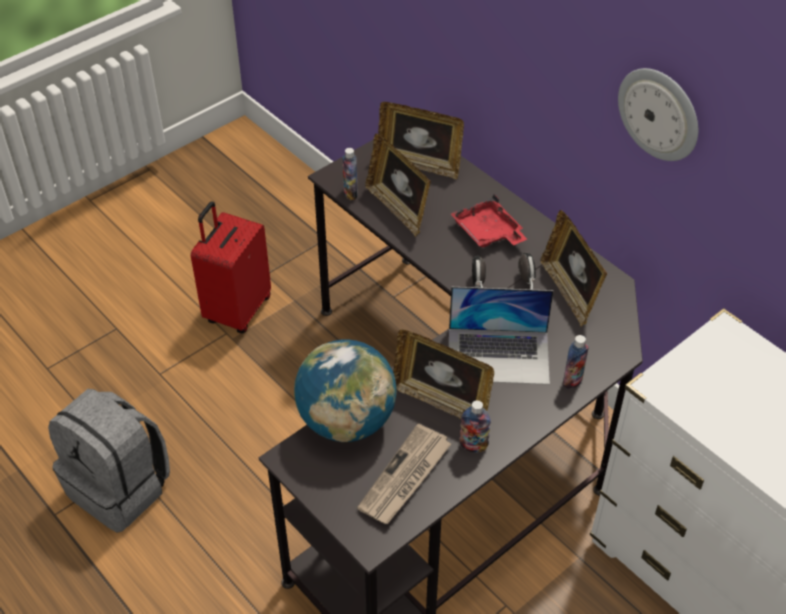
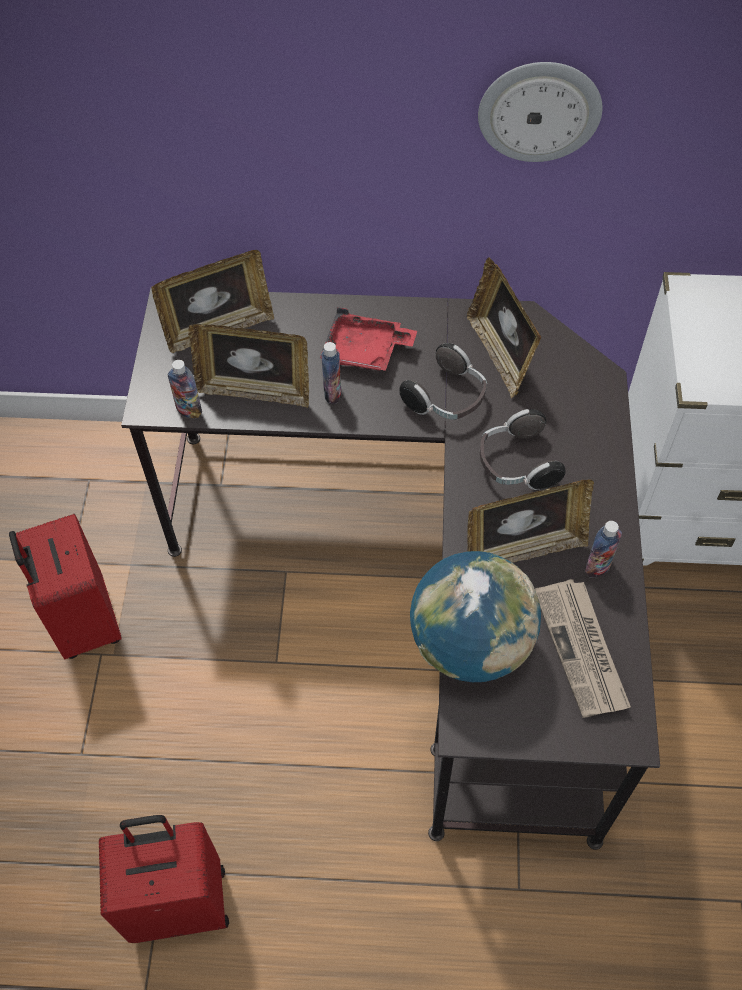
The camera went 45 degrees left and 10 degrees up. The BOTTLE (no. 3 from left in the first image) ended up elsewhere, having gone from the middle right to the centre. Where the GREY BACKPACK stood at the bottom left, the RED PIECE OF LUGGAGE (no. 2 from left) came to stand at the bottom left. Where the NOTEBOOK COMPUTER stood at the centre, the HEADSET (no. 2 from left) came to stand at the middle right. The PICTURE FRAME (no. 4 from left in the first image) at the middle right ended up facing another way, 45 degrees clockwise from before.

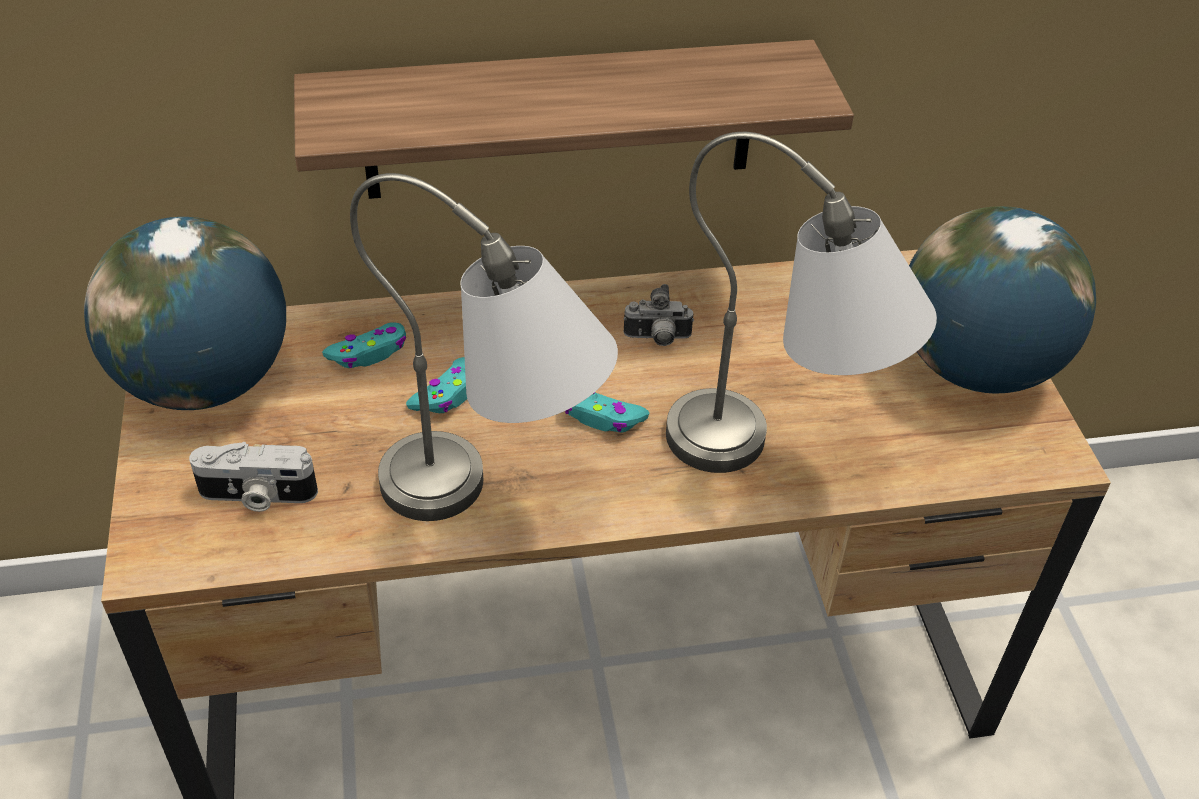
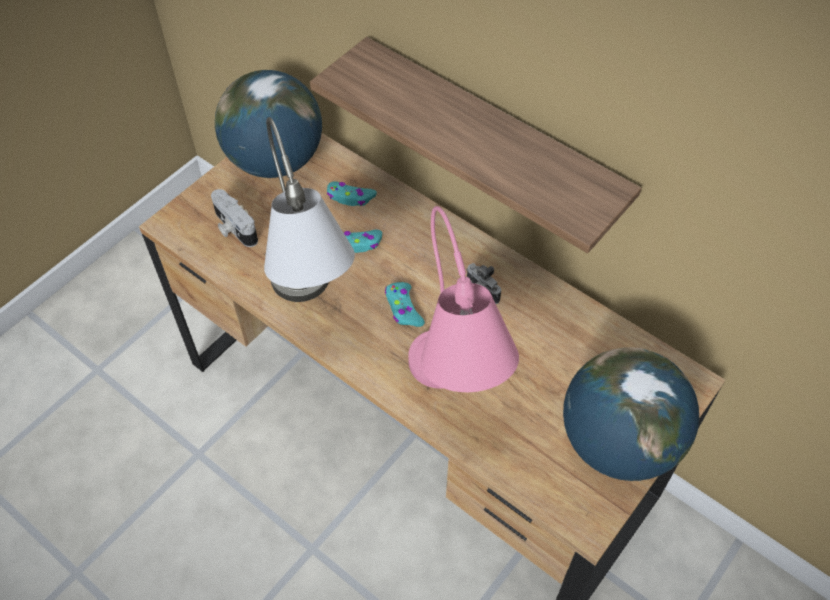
The camera went 50 degrees right and 10 degrees up. What was the GREY TABLETOP LAMP (no. 2 from left) at the middle right turned into the PINK TABLETOP LAMP at the centre.

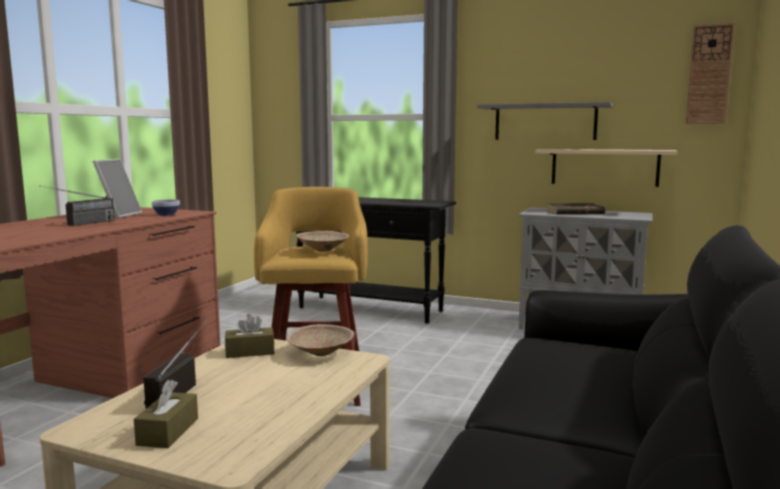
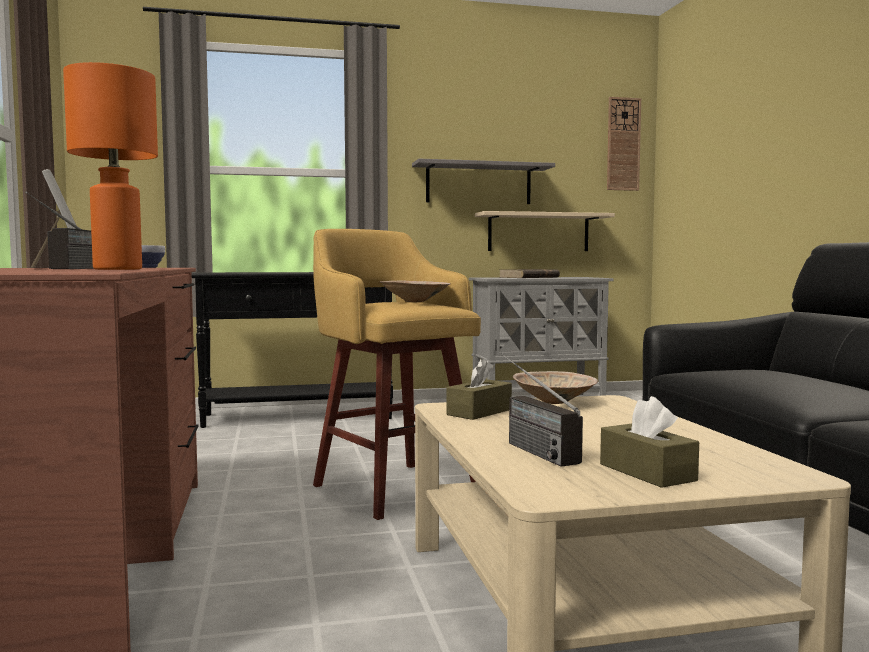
The camera went 35 degrees left and 5 degrees down. The second view gained the ORANGEY TABLETOP LAMP at the top left.

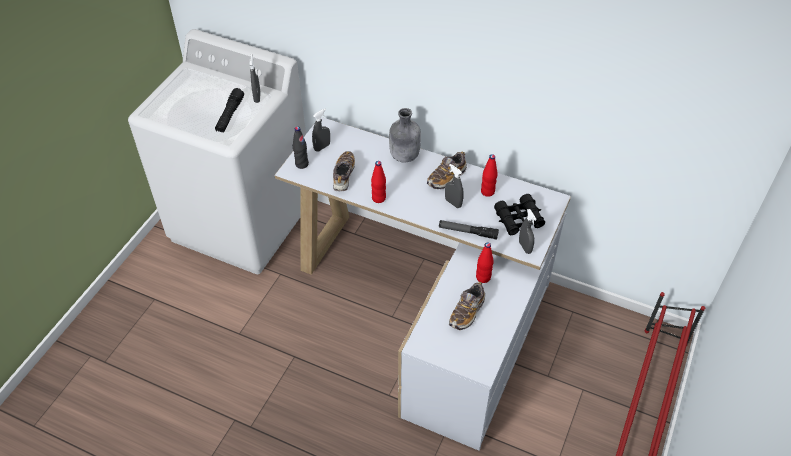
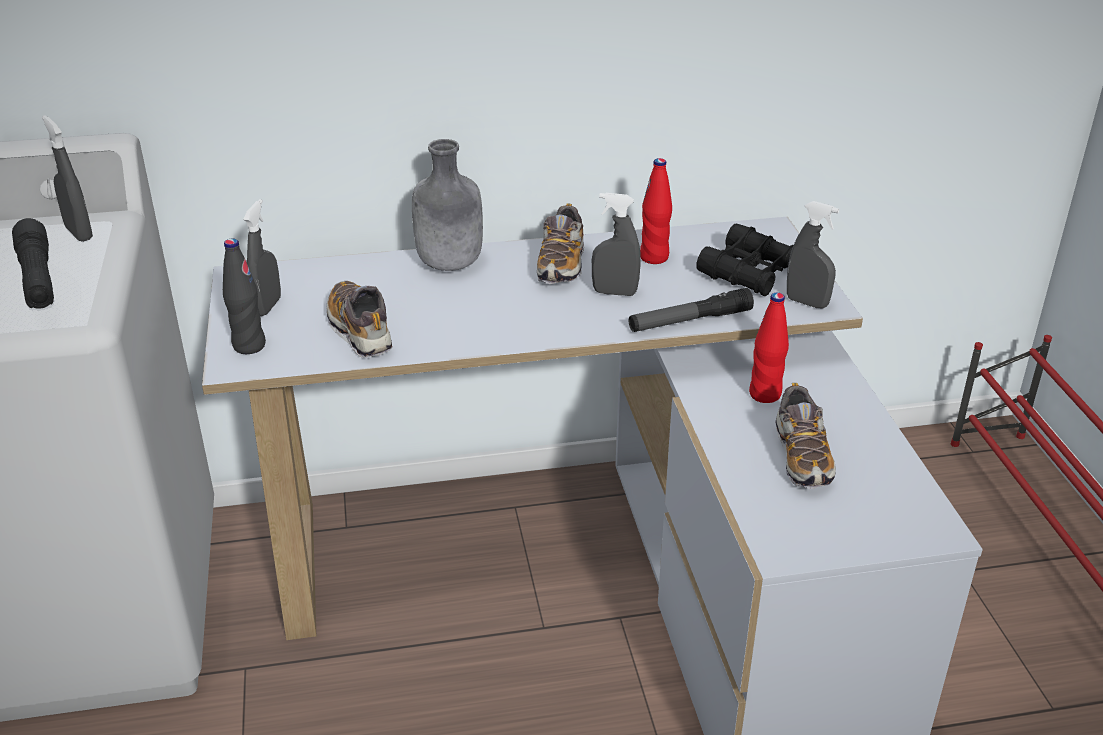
The camera went 35 degrees left and 15 degrees down. The second view lost the RED BOTTLE (no. 1 from left) at the centre.

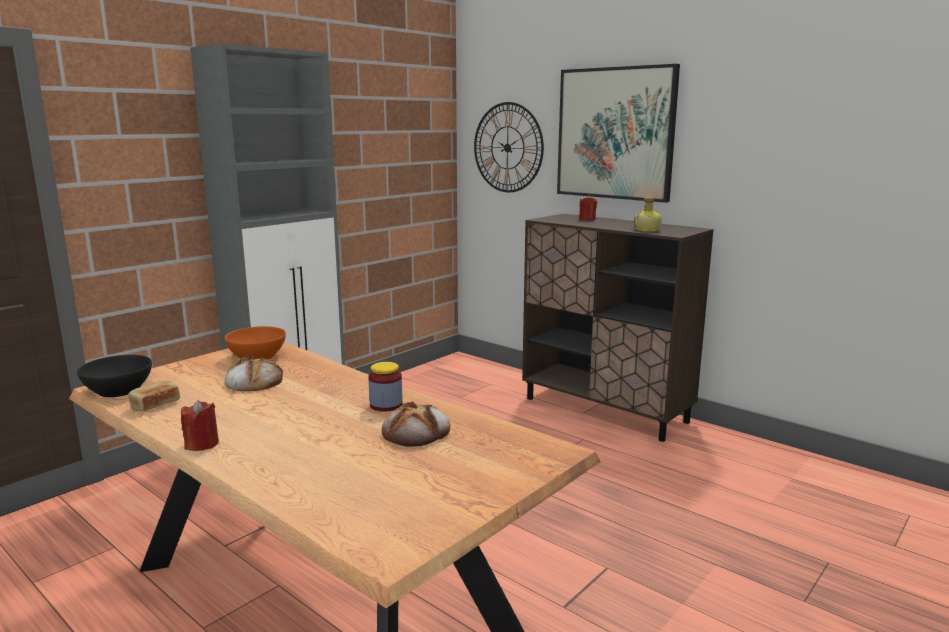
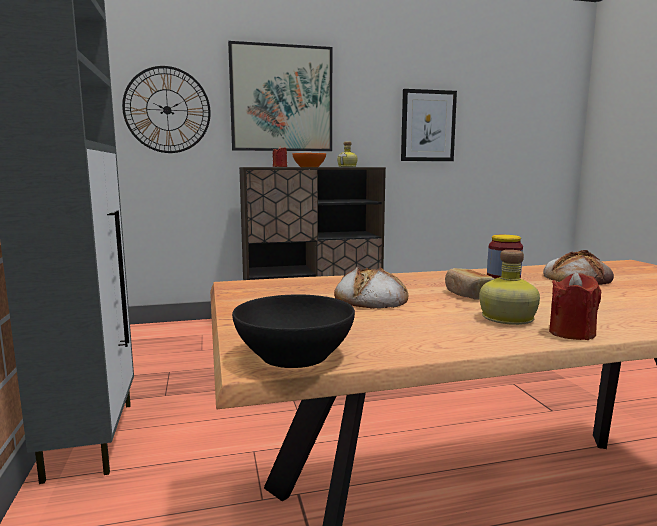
The camera went 55 degrees left and 5 degrees down. The second view gained the WALL ART (no. 2 from left) at the top centre. The second view gained the BOTTLE (no. 2 from left) at the middle right. The BAKED BREAD (no. 1 from left in the first image) ended up elsewhere, having gone from the middle left to the middle right. The ORANGEY BOWL ended up elsewhere, having gone from the middle left to the top centre.

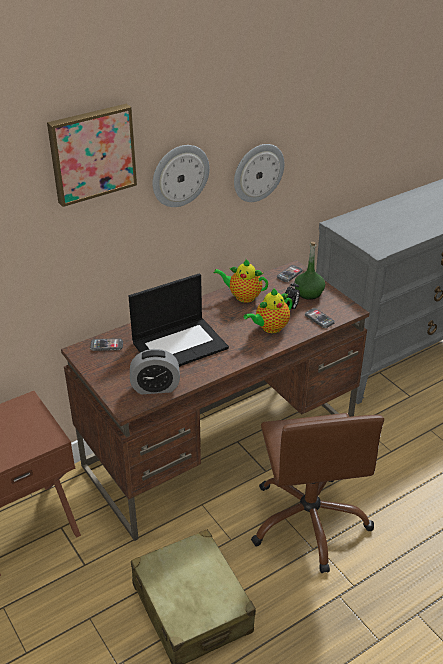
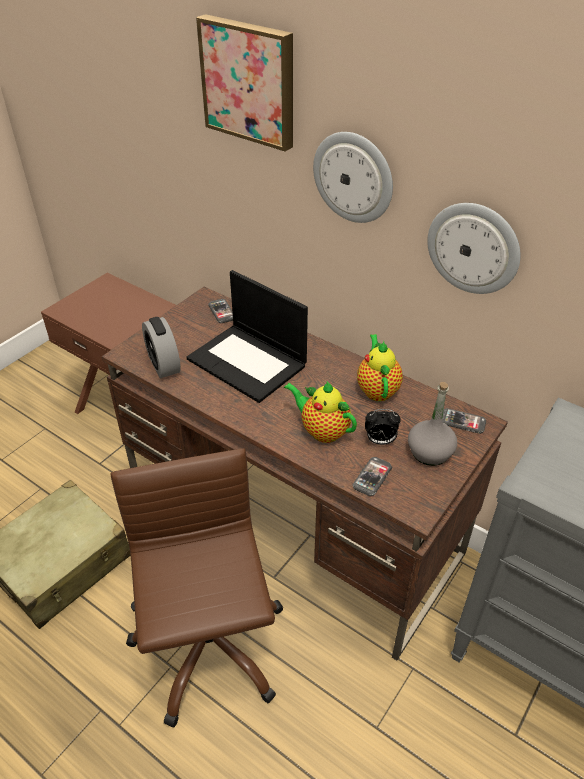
The camera went 70 degrees right and 5 degrees up. What was the GREENISH BOTTLE at the middle right turned into the GREY BOTTLE at the middle right. The BROWN-COLOURED COMPUTER CHAIR at the bottom right ended up facing another way, 105 degrees clockwise from before.

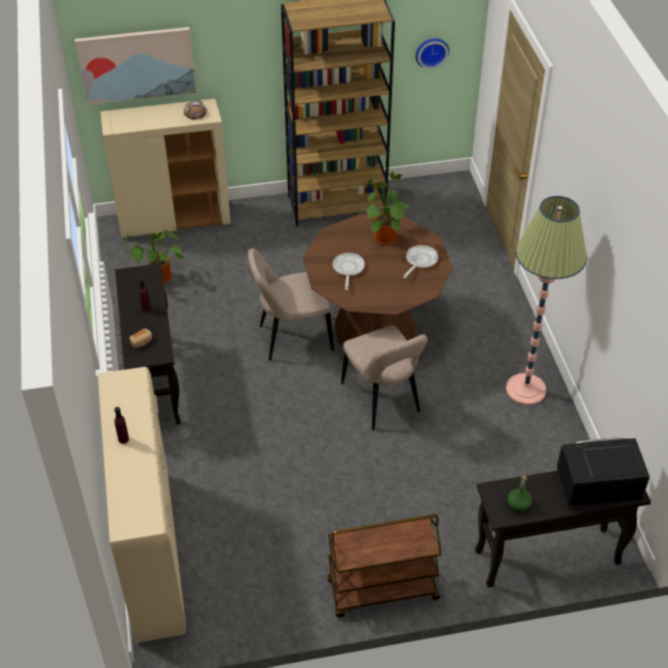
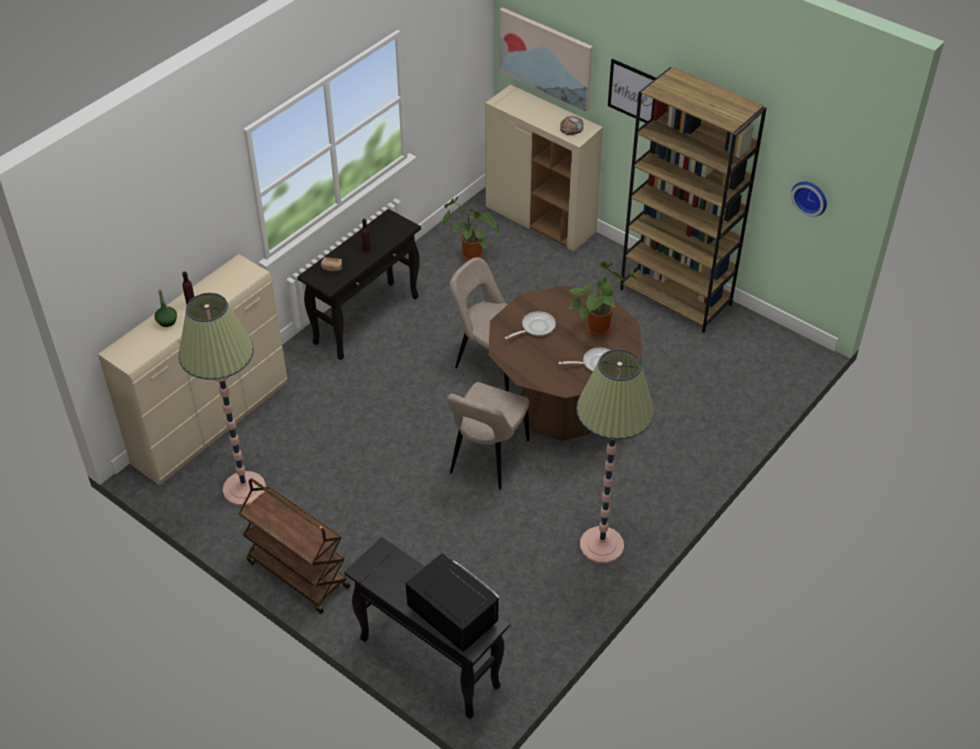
The camera went 50 degrees right and 0 degrees up. The second view gained the STANDARD LAMP (no. 1 from left) at the middle left. The second view gained the WALL ART (no. 2 from left) at the top centre. The GREENISH BOTTLE ended up elsewhere, having gone from the bottom right to the middle left.

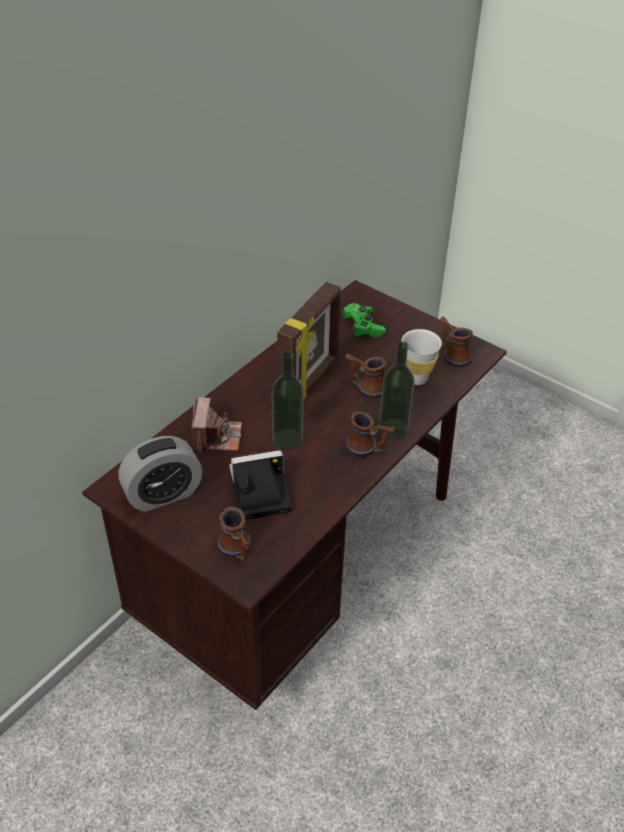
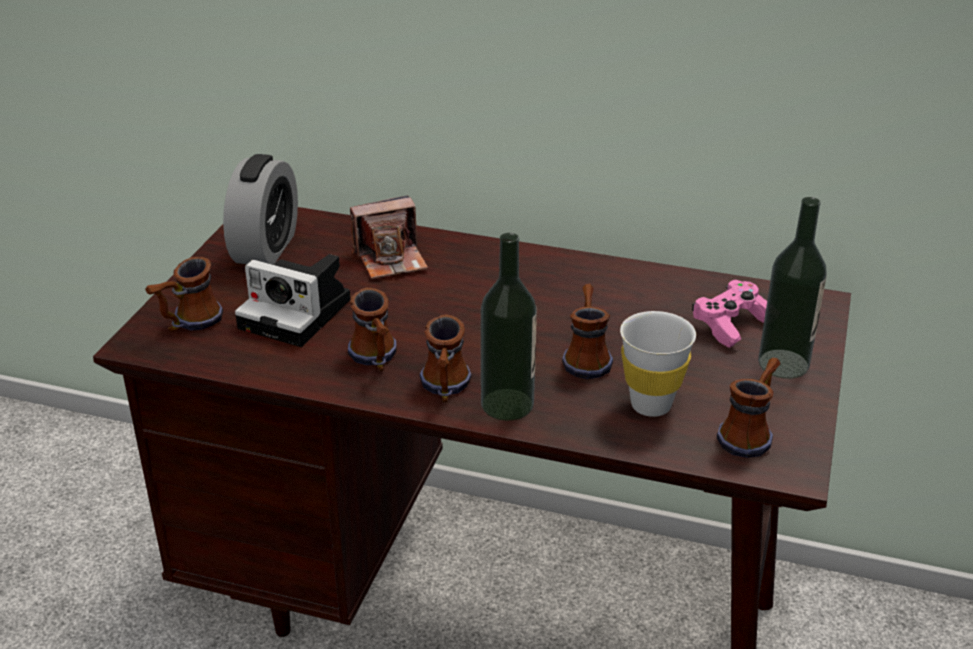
The camera went 70 degrees right and 10 degrees down. The second view lost the PICTURE FRAME at the centre. The second view gained the MUG (no. 2 from left) at the centre. The BOTTLE (no. 1 from left in the first image) ended up elsewhere, having gone from the centre to the middle right. What was the GREENISH JOYPAD at the centre turned into the PINK JOYPAD at the middle right. The ALARM CLOCK at the middle left ended up facing another way, 120 degrees counterclockwise from before. The STILL CAMERA (no. 2 from left in the first image) at the centre ended up facing another way, 150 degrees clockwise from before.

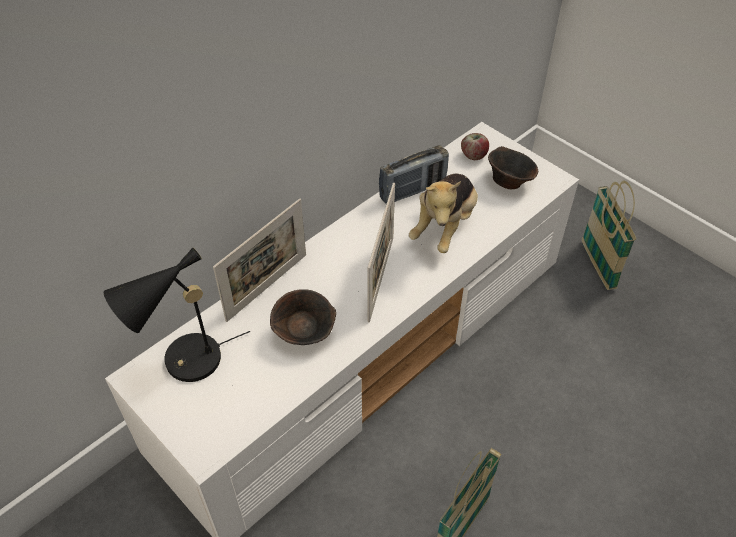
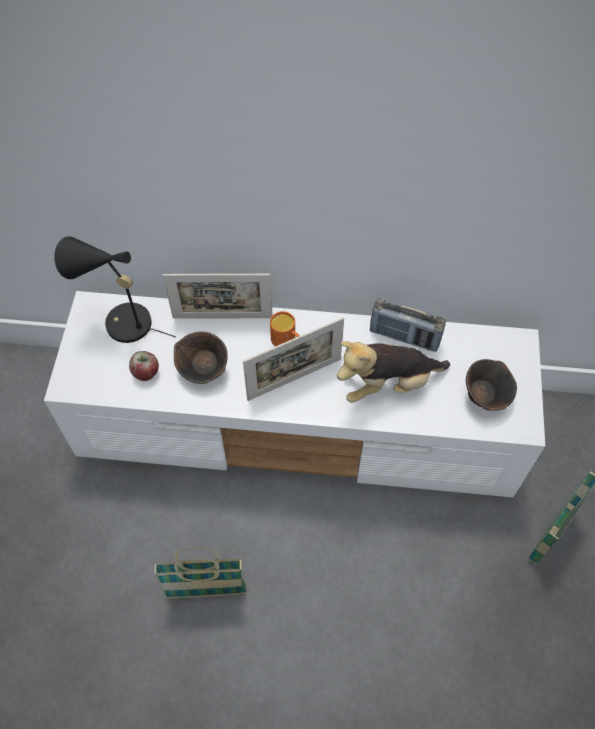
The camera went 50 degrees right and 10 degrees up. The second view gained the ORANGEY MUG at the centre. The APPLE ended up elsewhere, having gone from the top centre to the middle left.

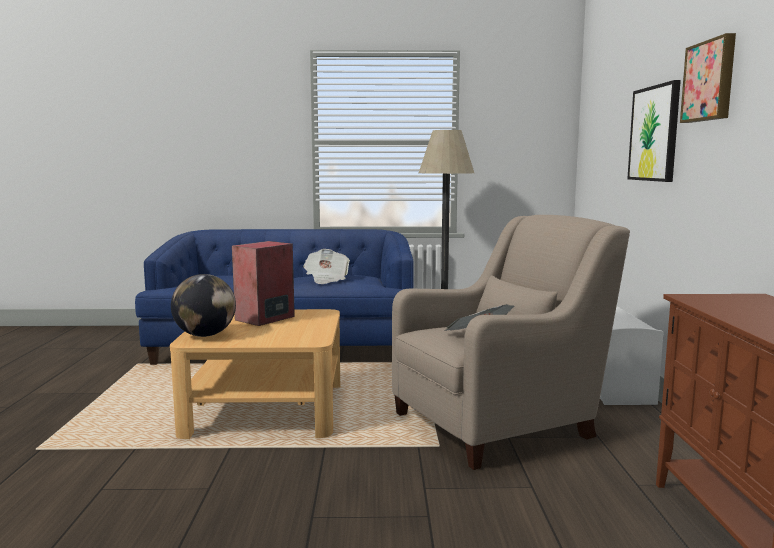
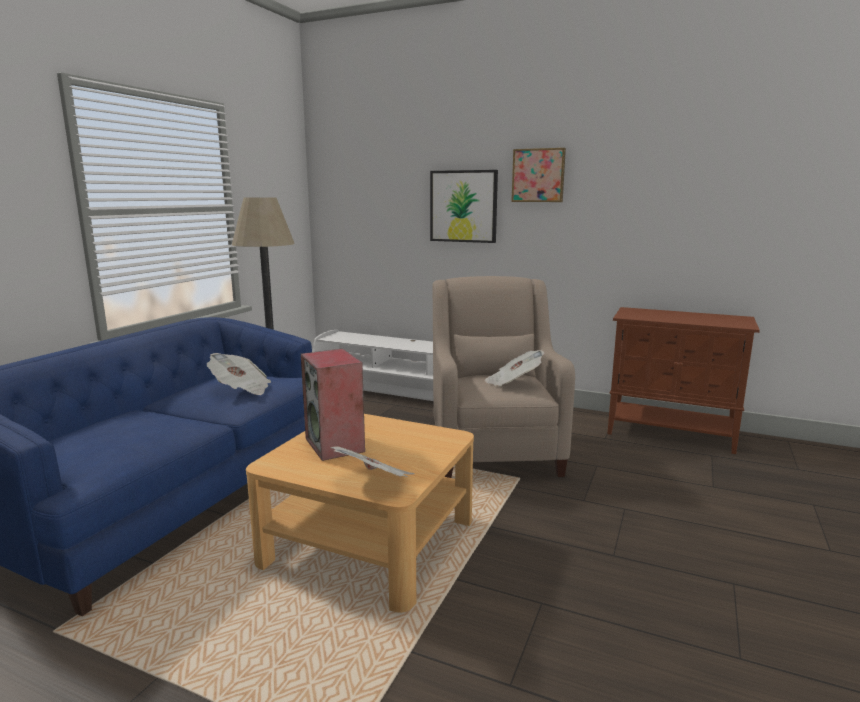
The camera went 65 degrees left and 5 degrees up. Where the GLOBE stood at the middle left, the NEWSPAPER (no. 2 from left) came to stand at the centre.

